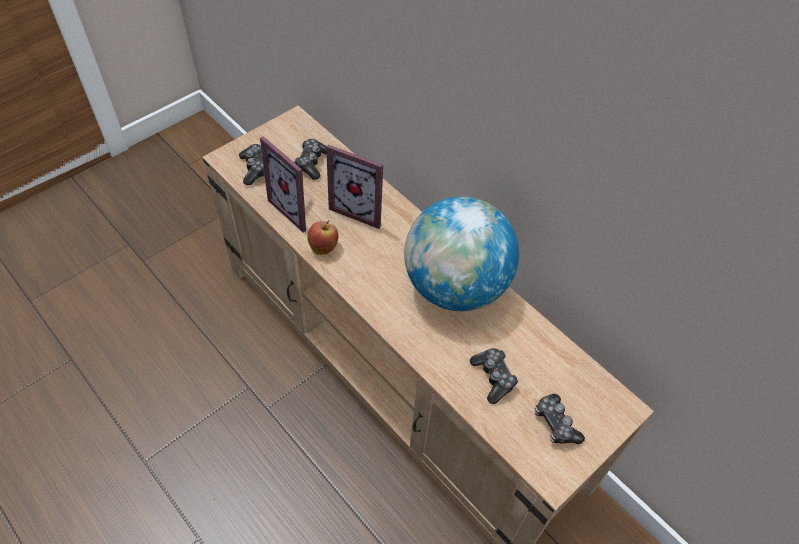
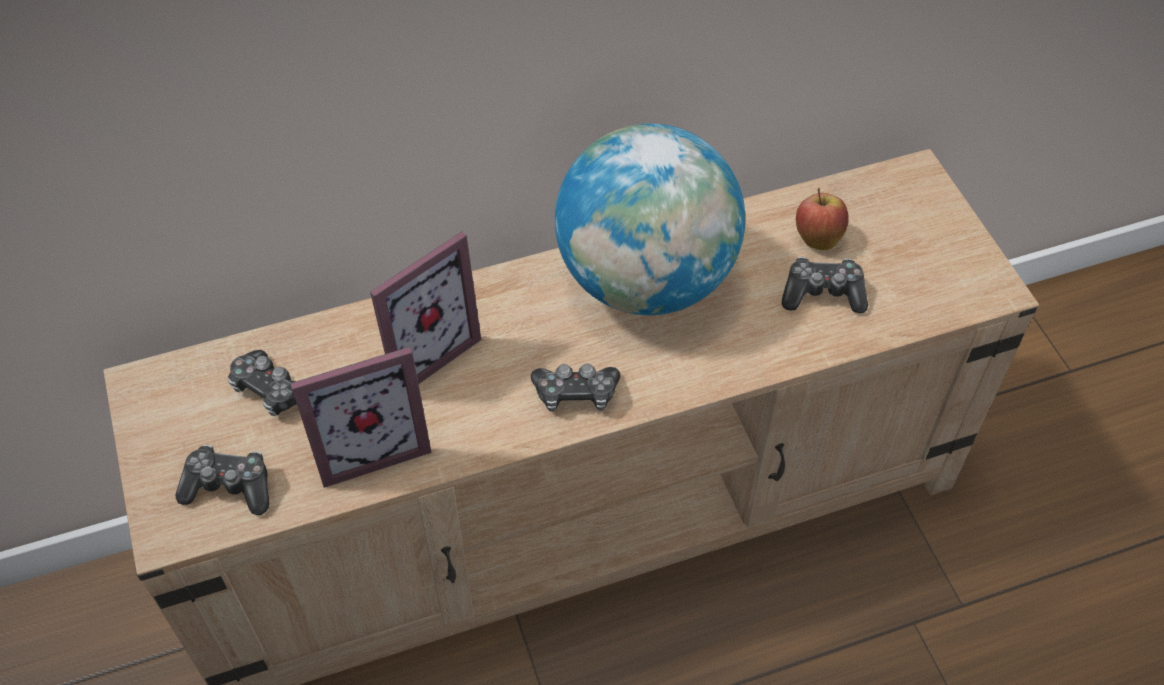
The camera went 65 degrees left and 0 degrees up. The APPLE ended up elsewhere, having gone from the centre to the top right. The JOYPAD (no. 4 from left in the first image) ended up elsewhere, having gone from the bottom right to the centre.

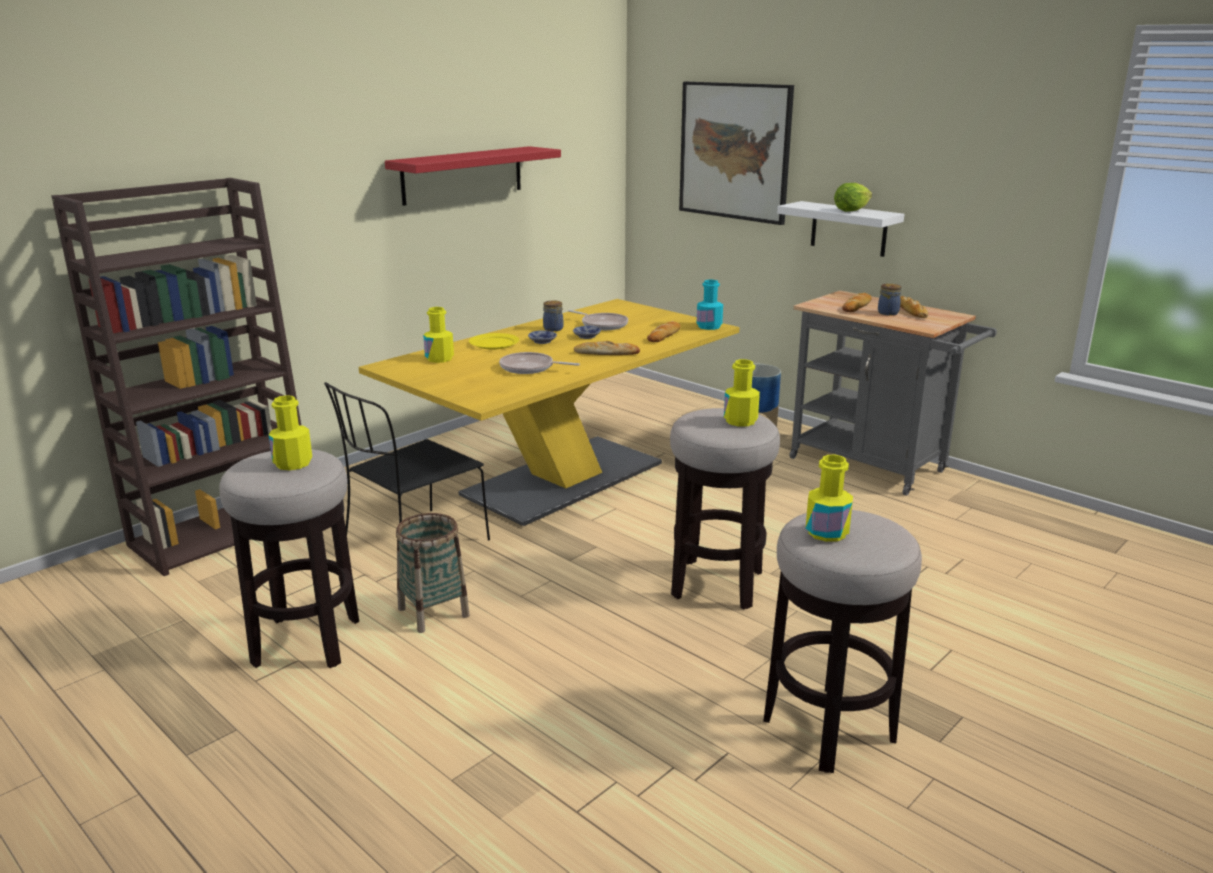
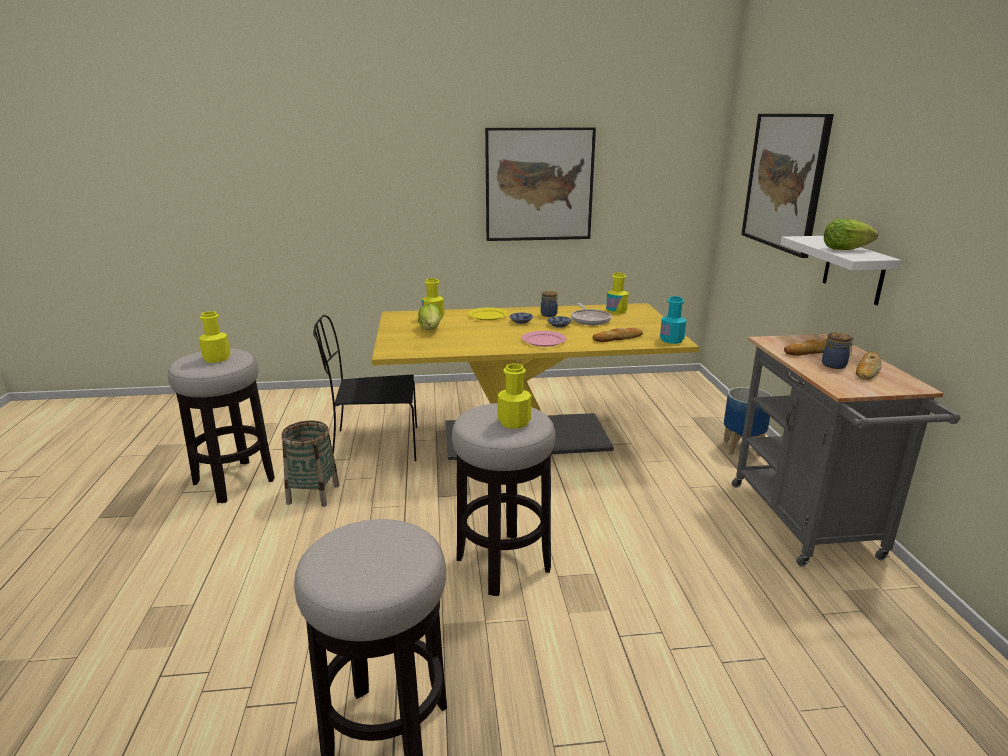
The camera went 40 degrees right and 0 degrees up. The second view lost the BROWN-COLOURED BOOKSHELF at the middle left. The second view lost the FRYING PAN (no. 1 from left) at the centre. The second view gained the HEAD OF LETTUCE (no. 1 from left) at the centre. The YELLOW-COLOURED BOTTLE (no. 4 from left) ended up elsewhere, having gone from the middle right to the centre. Where the RED WALL SHELF hung at the top centre, the WALL ART (no. 1 from left) came to hang at the top centre. Where the BAKED BREAD (no. 1 from left) stood at the centre, the PINK FLAT DISH came to stand at the centre.

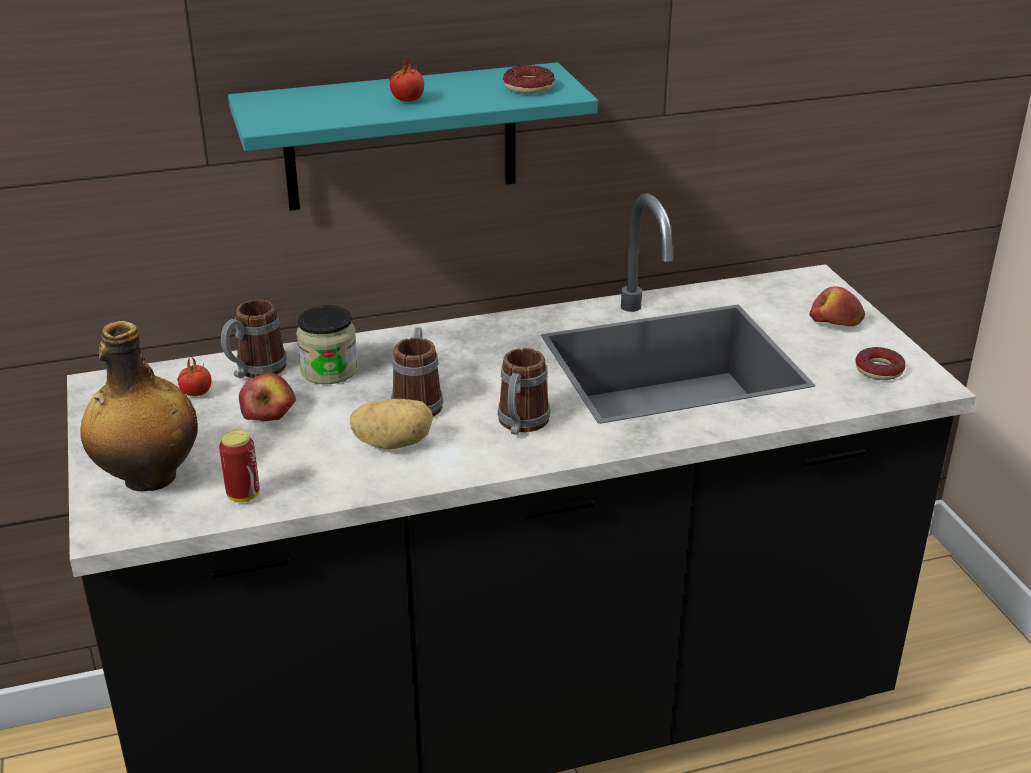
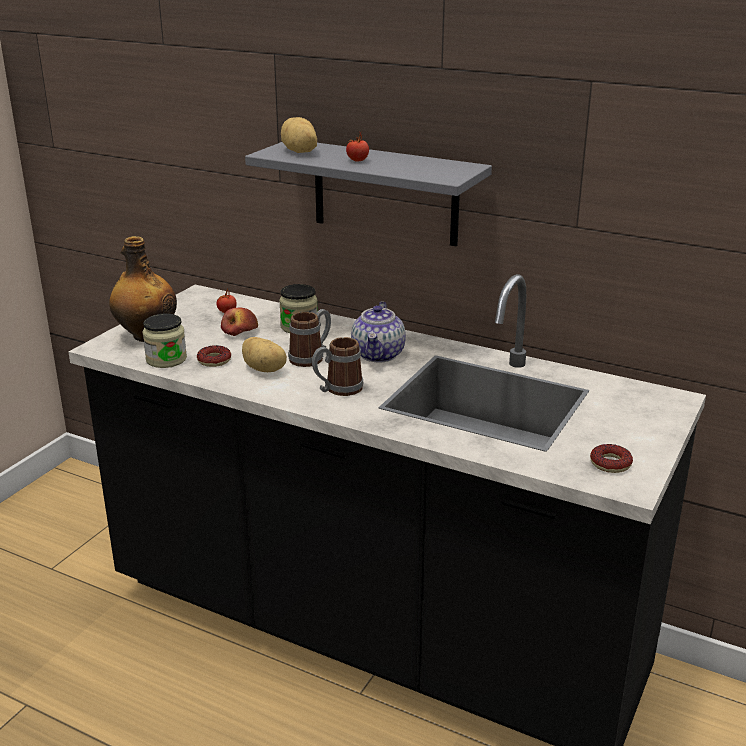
The camera went 45 degrees right and 5 degrees down. The second view lost the MUG (no. 1 from left) at the middle left. The second view lost the APPLE (no. 2 from left) at the middle right. The second view gained the WHOLE POTATO (no. 2 from left) at the top centre. The second view gained the TEAPOT at the centre. The DOUGHNUT (no. 1 from left) ended up elsewhere, having gone from the top centre to the middle left. Where the CAN stood at the middle left, the PRESERVE JAR (no. 1 from left) came to stand at the middle left. What was the BLUE-GREEN WALL SHELF at the top centre turned into the GREY WALL SHELF at the top centre.

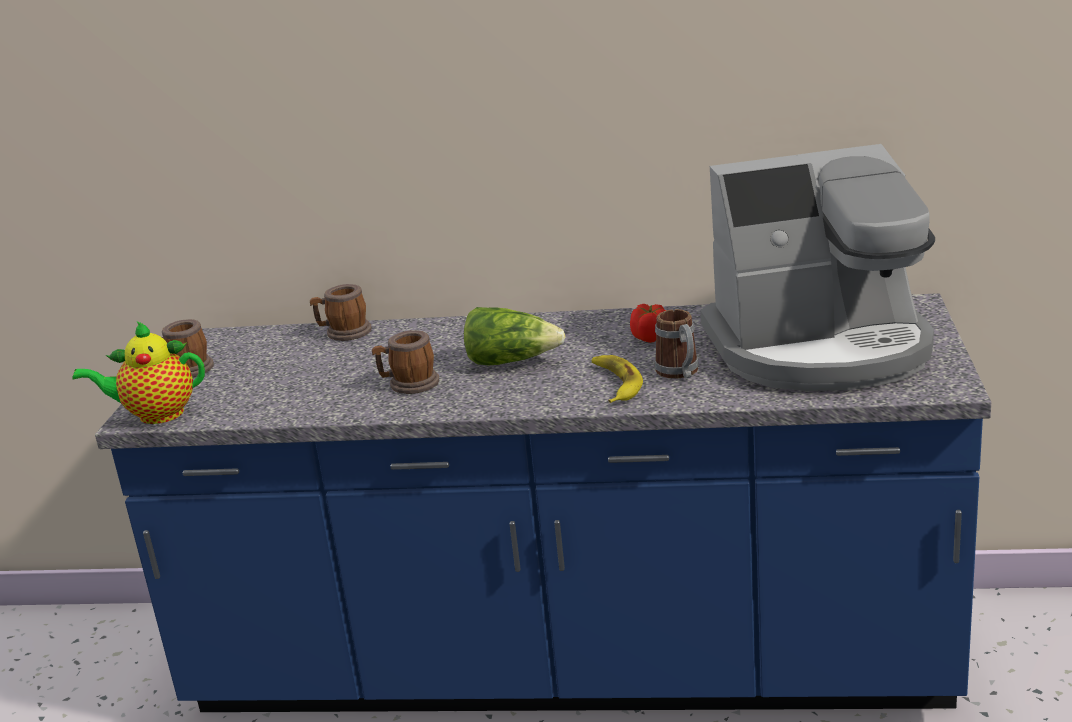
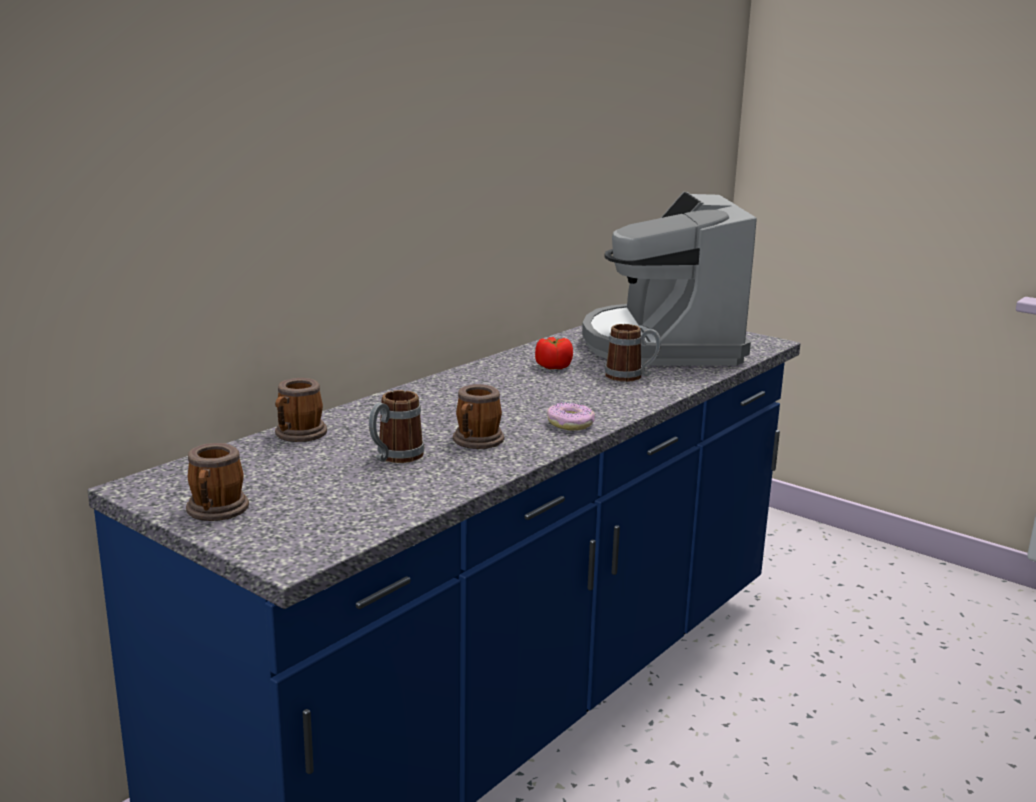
The camera went 60 degrees left and 5 degrees down. The second view lost the TEAPOT at the middle left. The second view lost the HEAD OF LETTUCE at the centre. The second view lost the WHOLE BANANA at the centre. The second view gained the MUG (no. 3 from left) at the centre. The second view gained the DOUGHNUT at the centre. The COFFEE BREWER at the middle right ended up facing another way, 150 degrees clockwise from before.

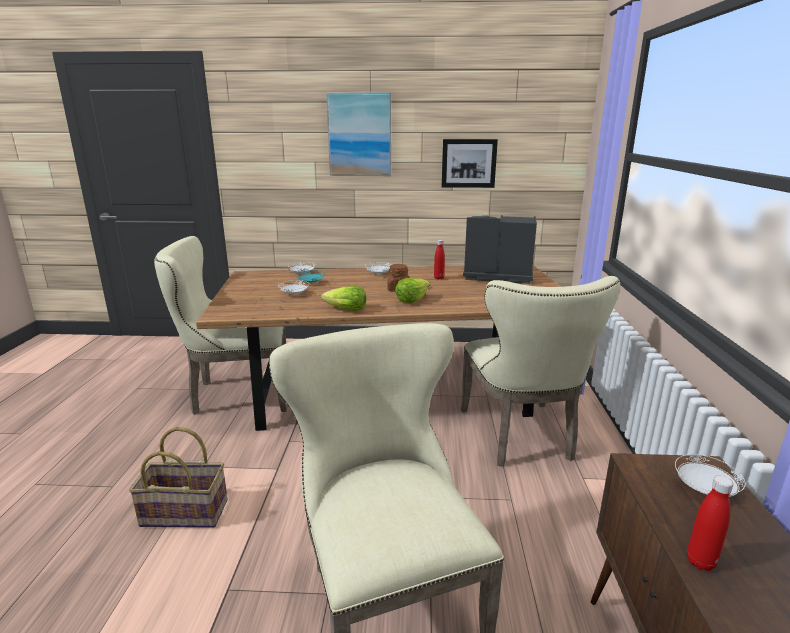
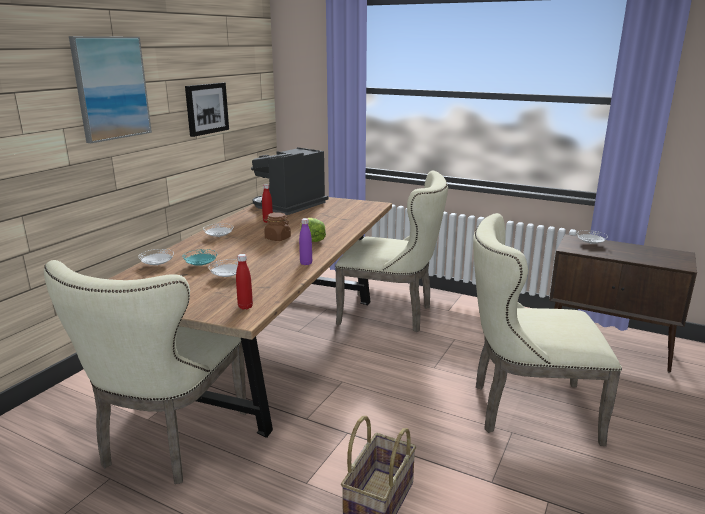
The camera went 65 degrees left and 0 degrees up. The RED BOTTLE (no. 2 from left in the first image) ended up elsewhere, having gone from the bottom right to the centre. Where the HEAD OF LETTUCE (no. 1 from left) stood at the centre, the PURPLISH BOTTLE came to stand at the centre.

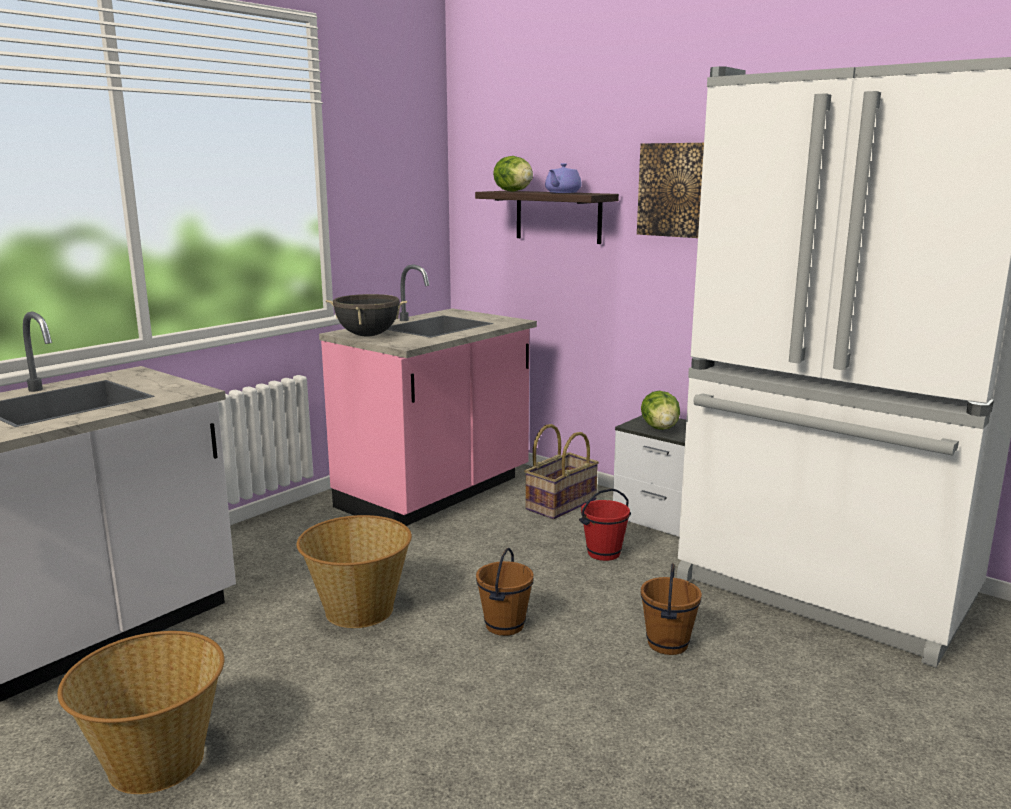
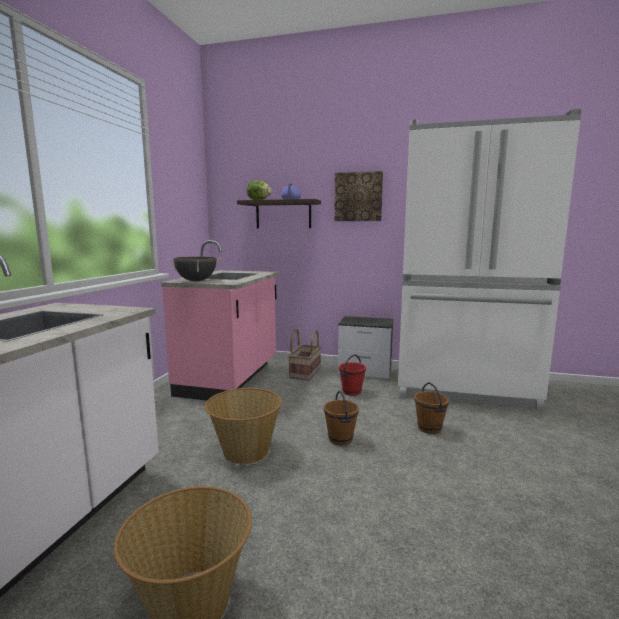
The camera went 25 degrees left and 5 degrees down. The second view lost the HEAD OF LETTUCE (no. 2 from left) at the centre.

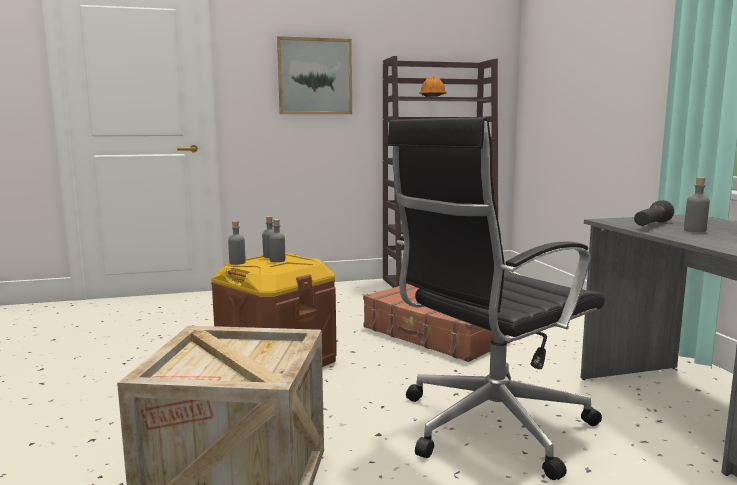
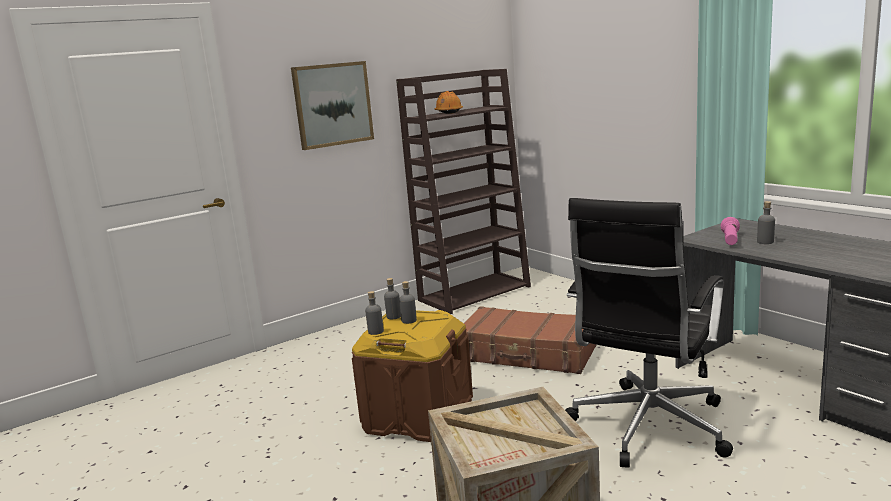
The camera went 20 degrees left and 5 degrees up. What was the BLACKISH FLASHLIGHT at the middle right turned into the PINK FLASHLIGHT at the middle right.

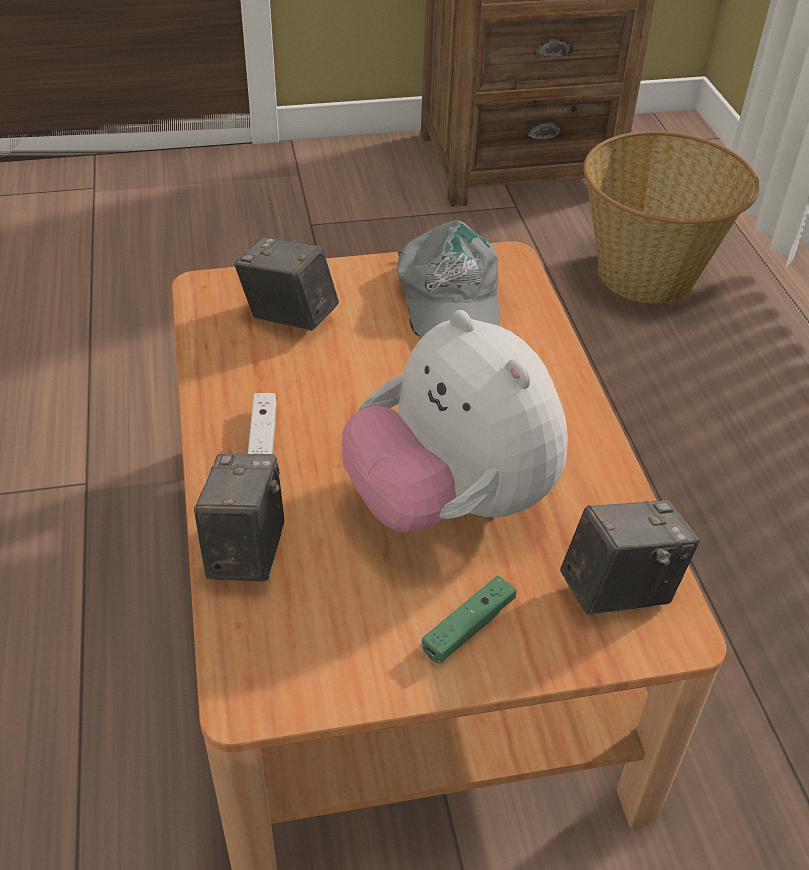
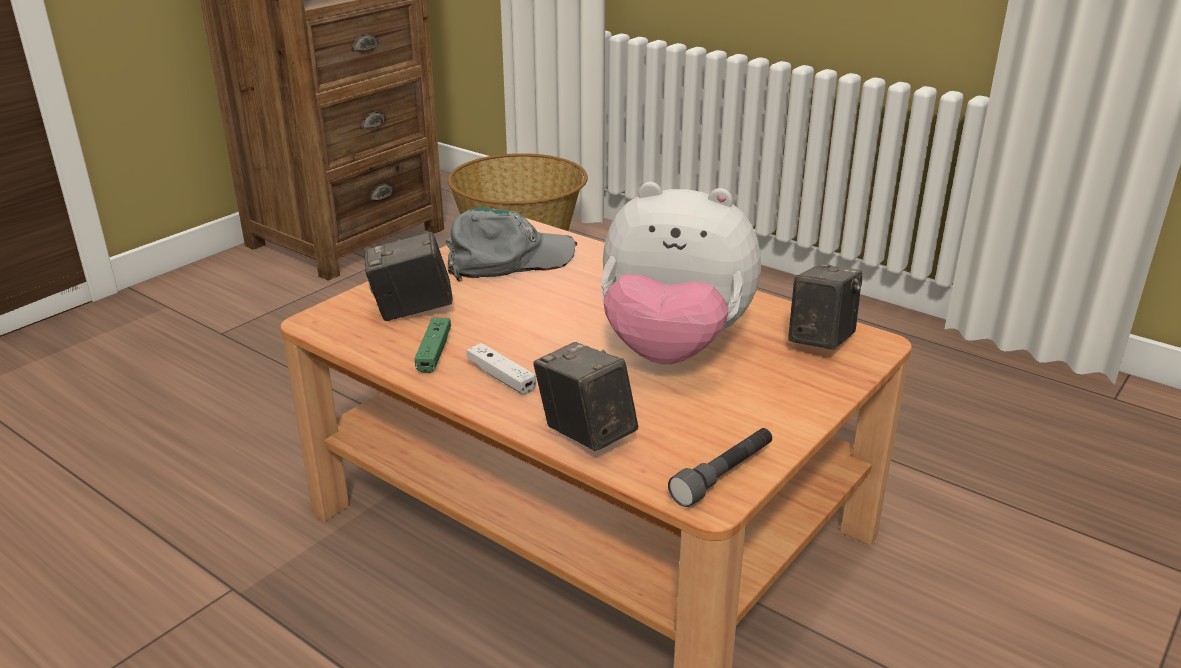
The camera went 40 degrees left and 15 degrees down. The second view gained the GREY FLASHLIGHT at the bottom centre. The GREENISH JOYPAD ended up elsewhere, having gone from the bottom centre to the centre. The GREY PEAKED CAP at the top centre ended up facing another way, 60 degrees counterclockwise from before.

